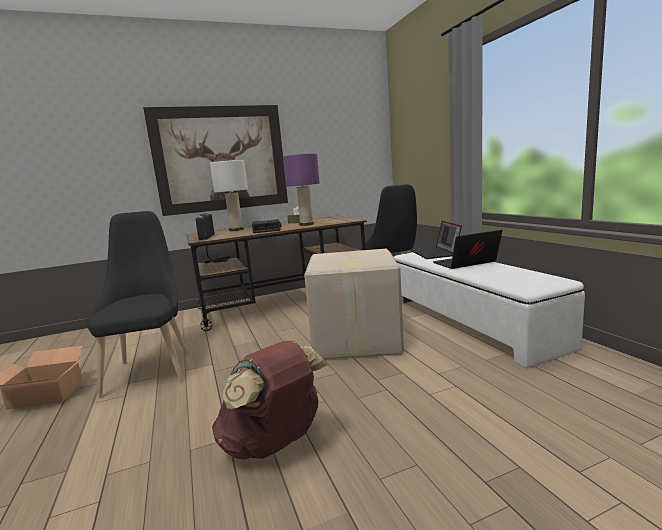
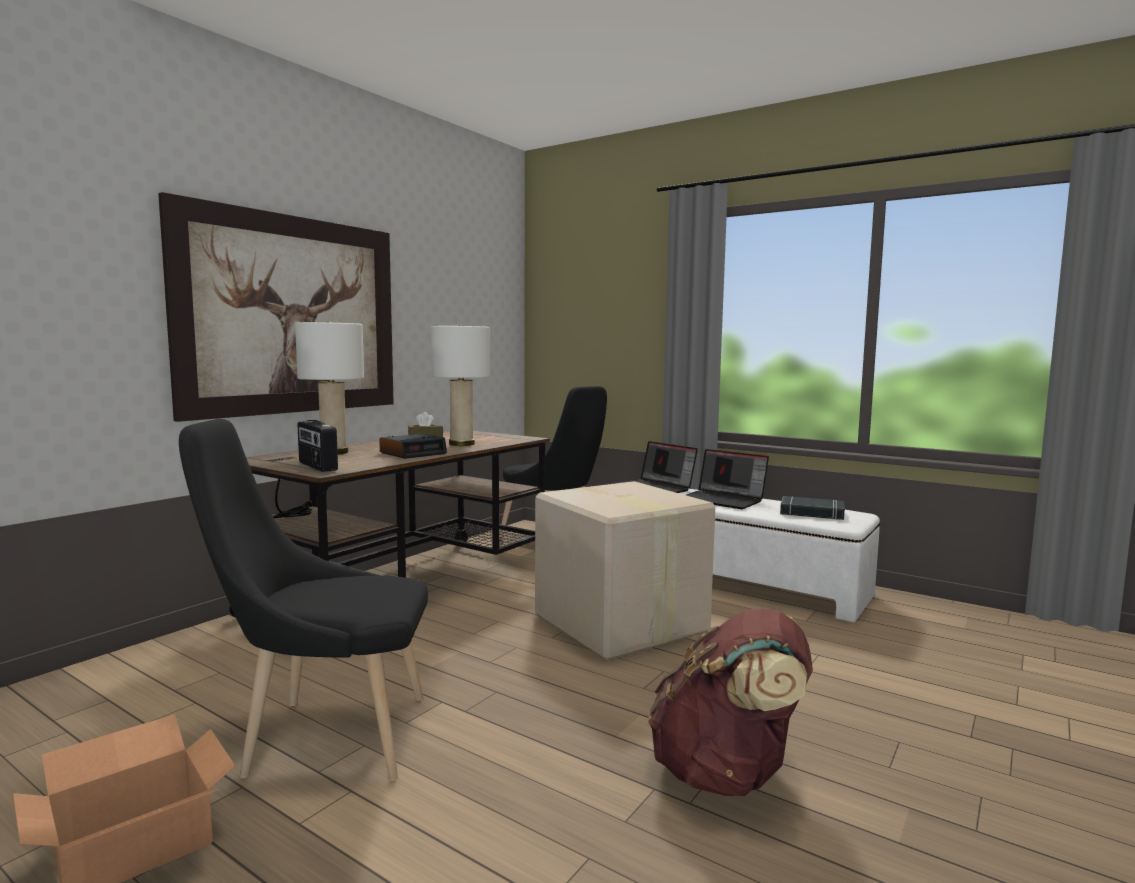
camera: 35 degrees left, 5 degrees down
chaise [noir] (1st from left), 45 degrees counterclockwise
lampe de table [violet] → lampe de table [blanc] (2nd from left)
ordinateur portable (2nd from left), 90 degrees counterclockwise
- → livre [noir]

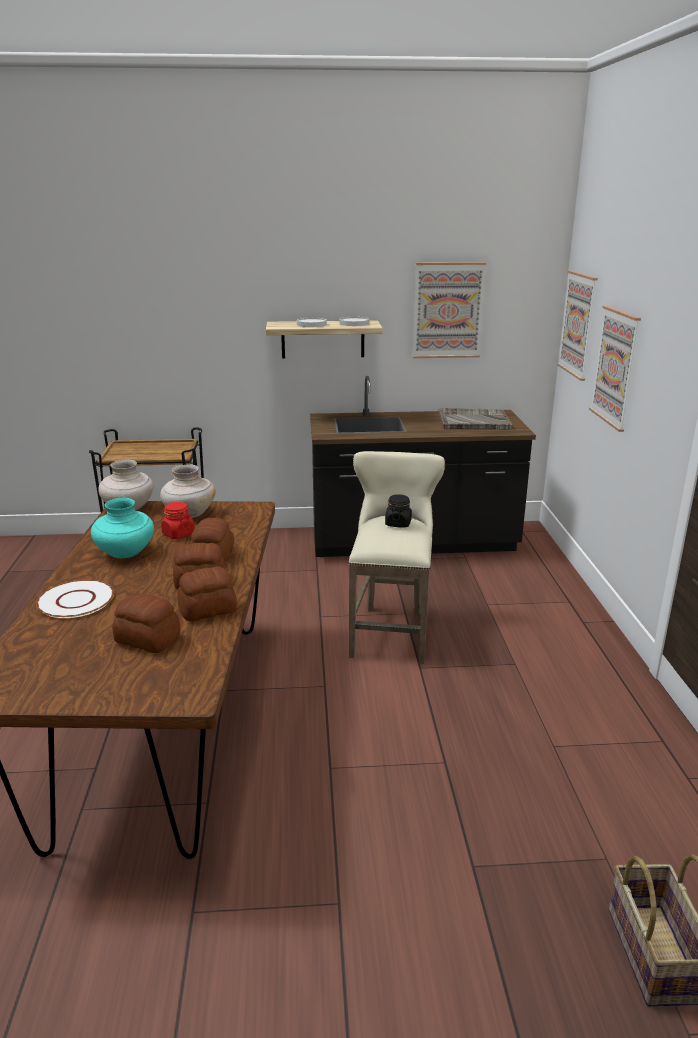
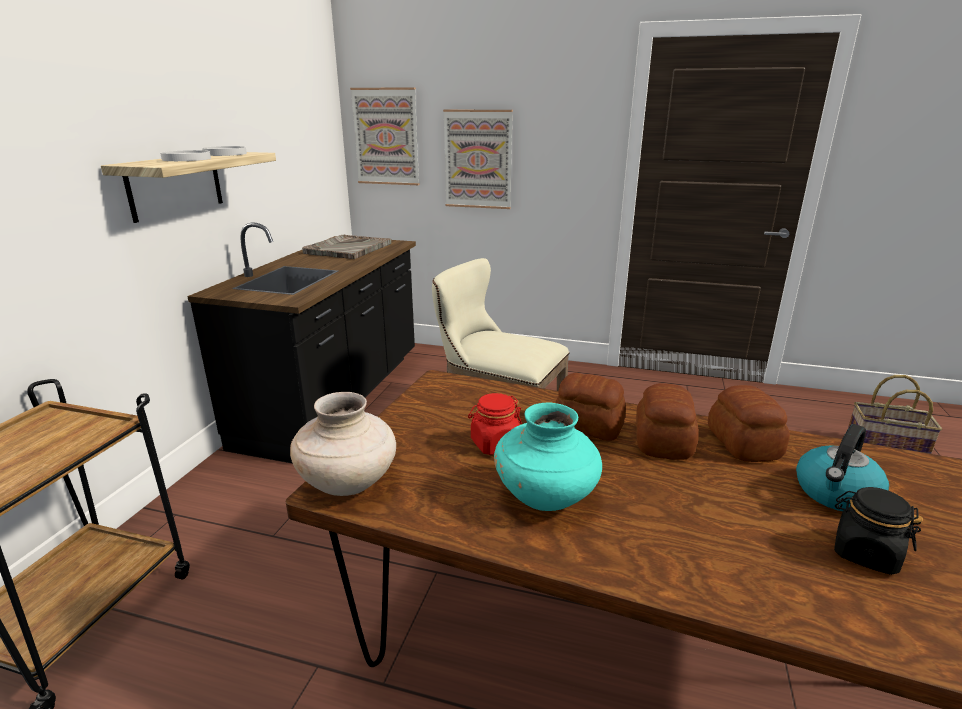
camera: 70 degrees left, 0 degrees up
pain (1st from left) → bouilloire
bocal [noir], move
assiette [blanc] (1st from left) → -
vase [beige] (2nd from left) → -
tableau (1st from left) → -

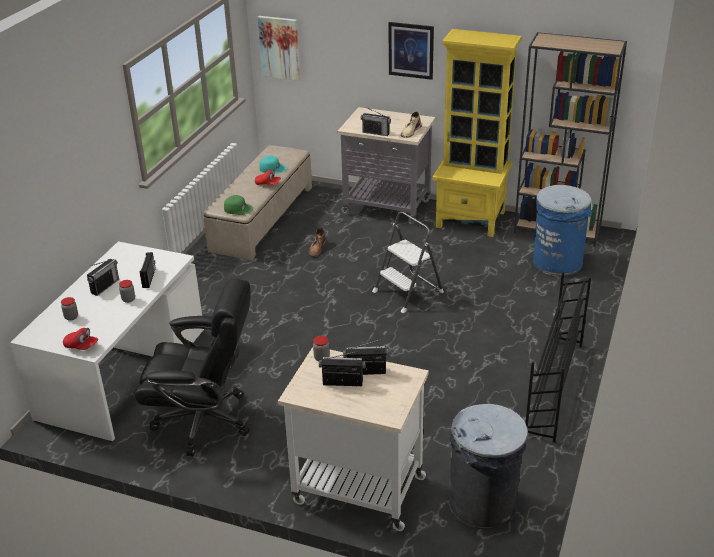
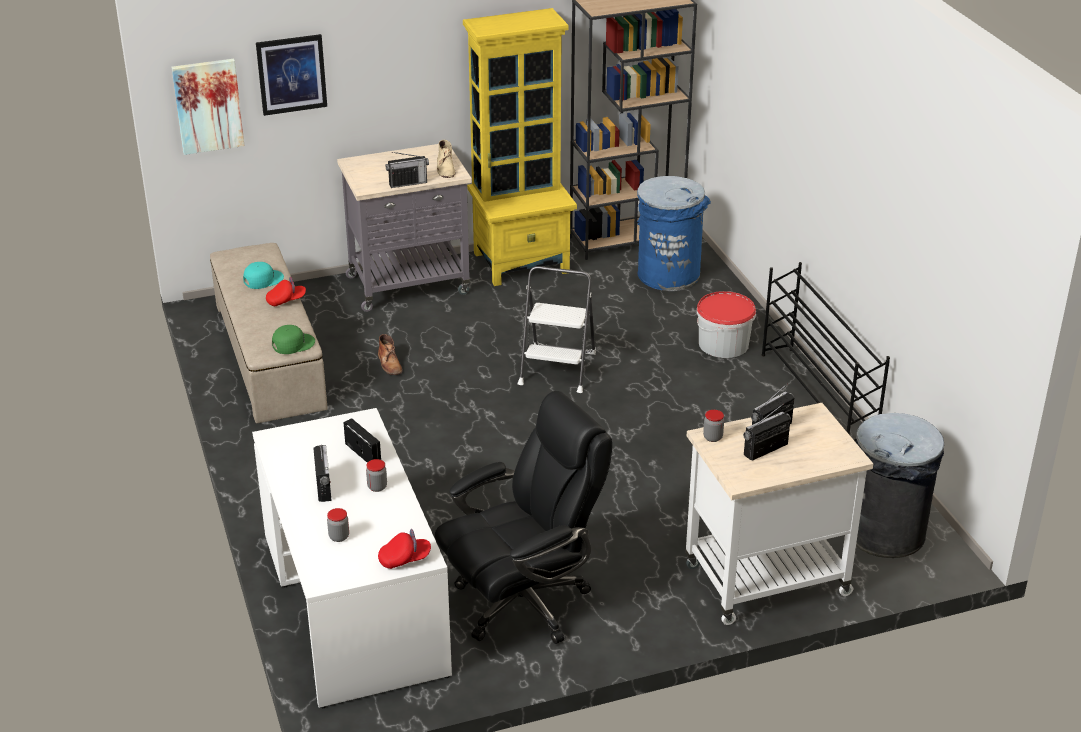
camera: 40 degrees left, 0 degrees up
tableau (2nd from left), move
- → seau

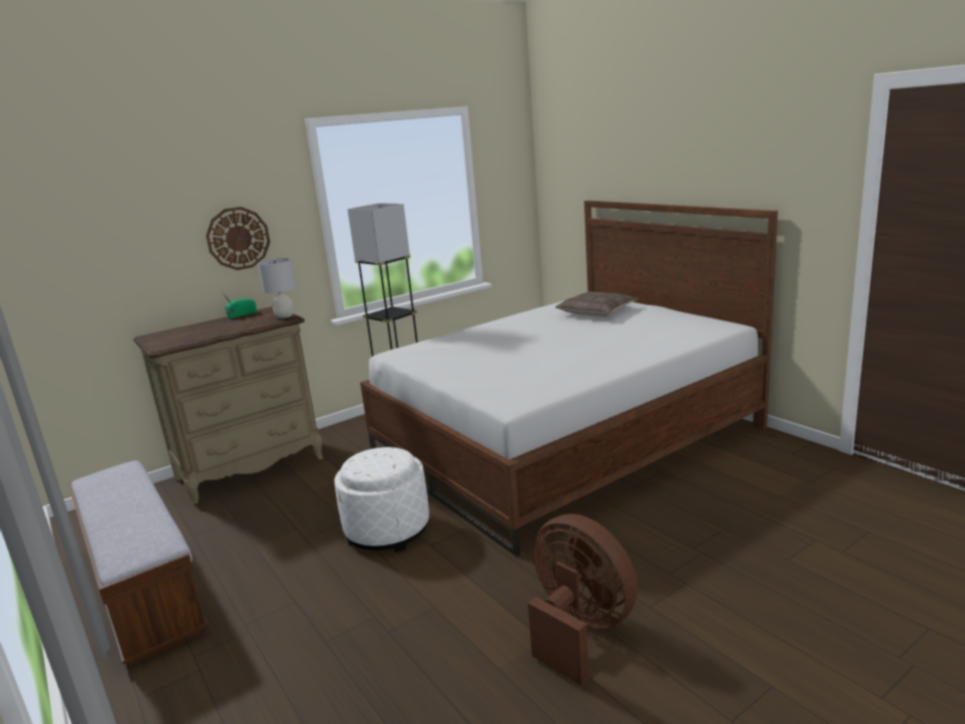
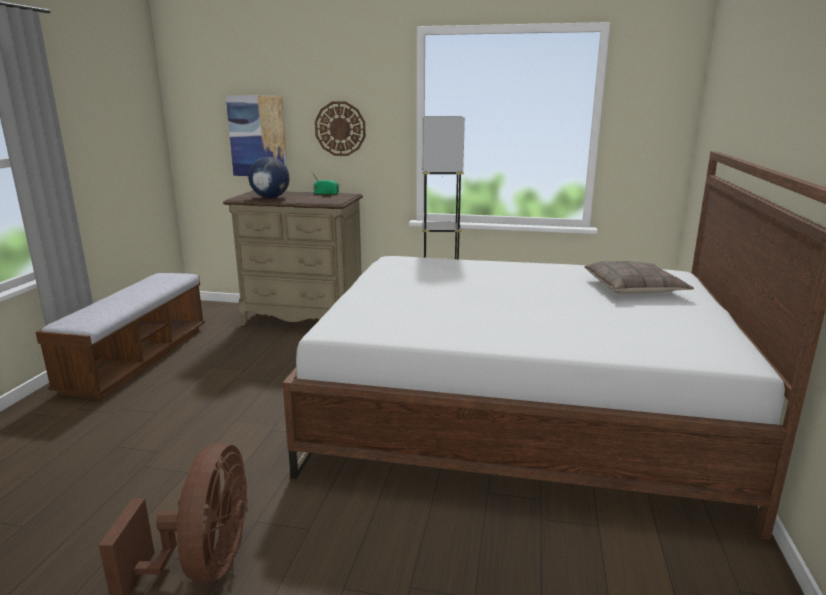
camera: 45 degrees right, 0 degrees up
- → tableau
- → globe
lampe de table [gris] → -
pouf [blanc] → -

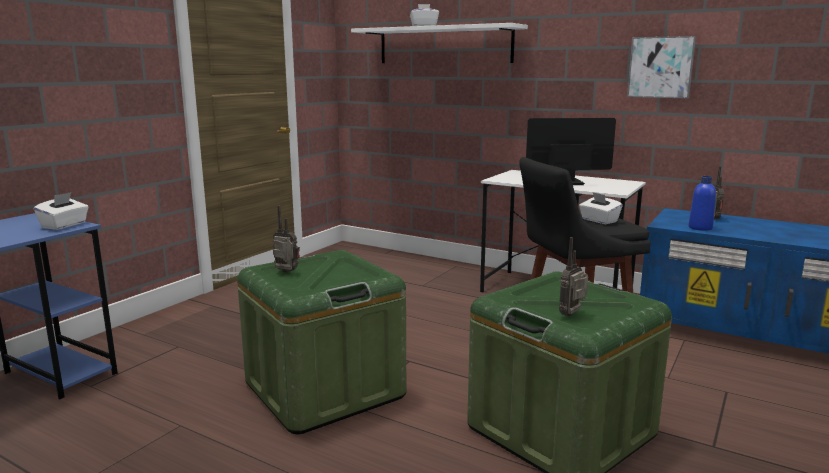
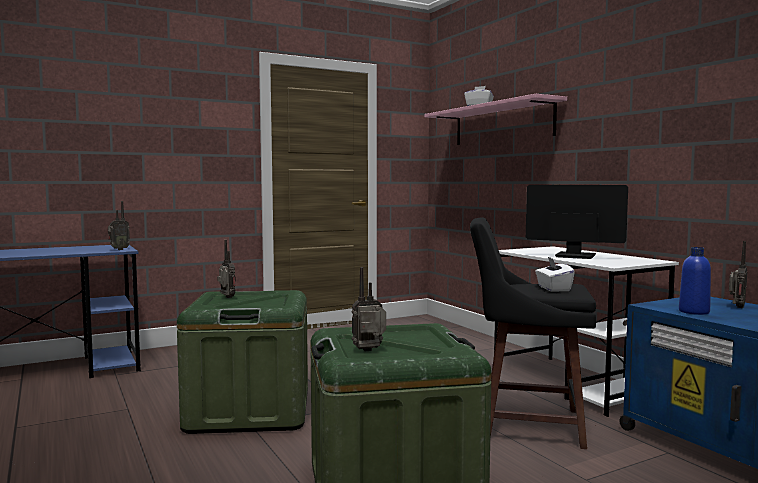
camera: 30 degrees right, 10 degrees down
boîte à mouchoirs [blanc] (1st from left) → radio (1st from left)
étagère [blanc] → étagère [rose]
tableau → -

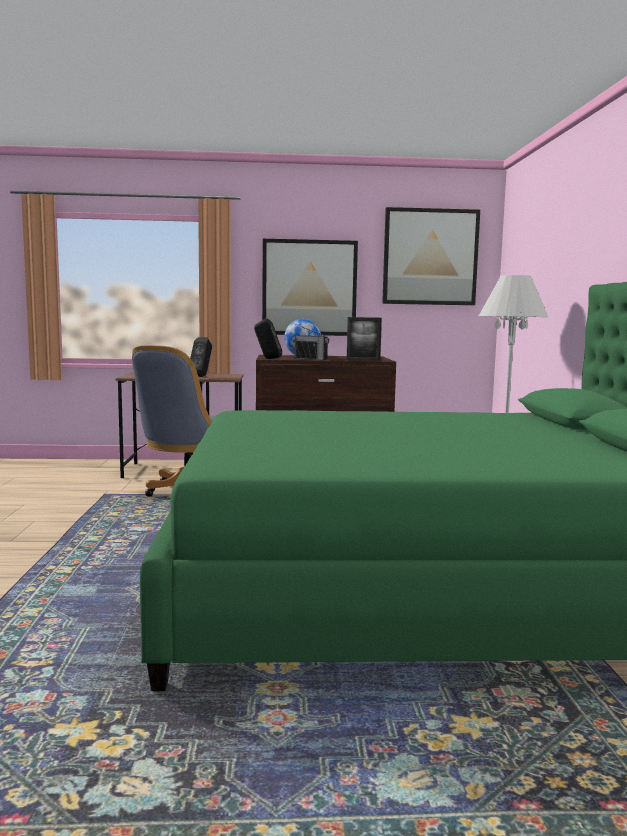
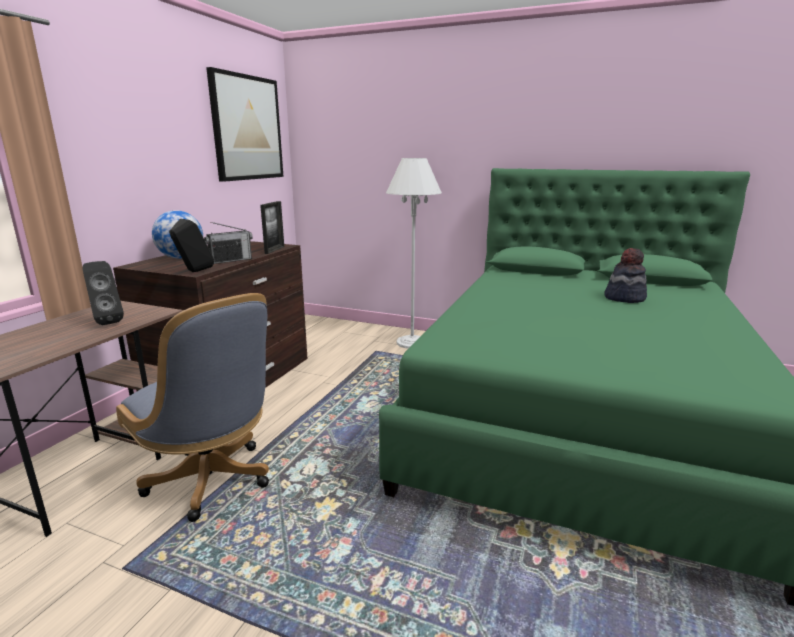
camera: 65 degrees left, 10 degrees up
- → chapeau
tableau (1st from left) → -

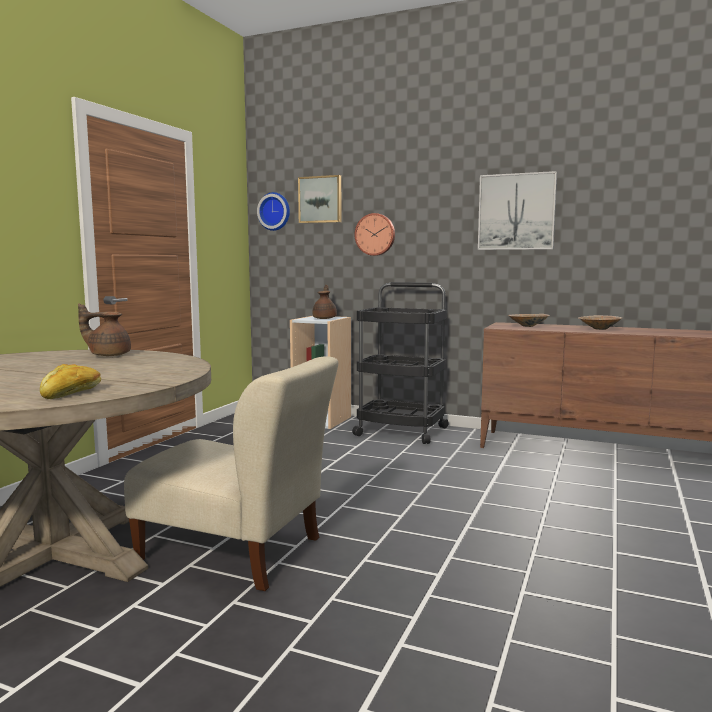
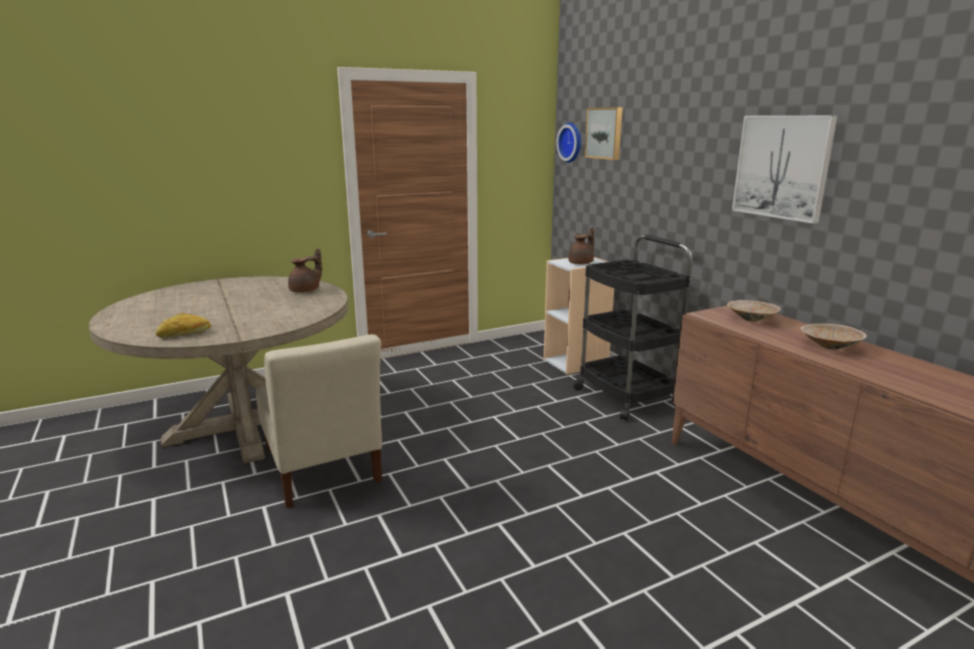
camera: 40 degrees right, 10 degrees up
théière [marron] (1st from left), 90 degrees clockwise
horloge murale (2nd from left) → -

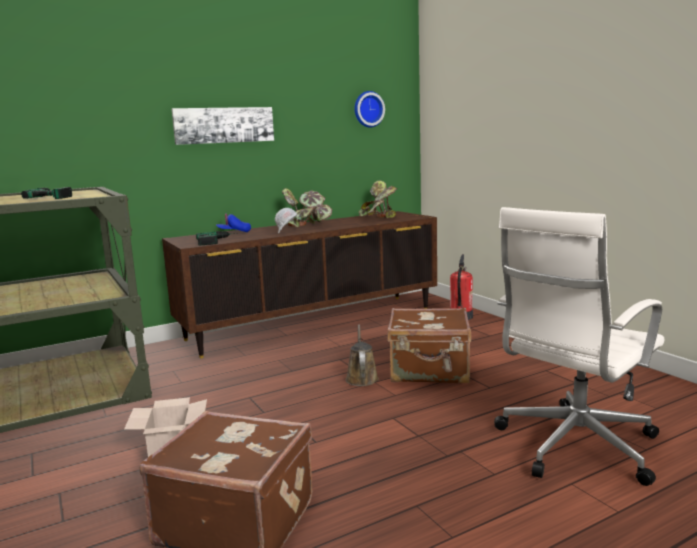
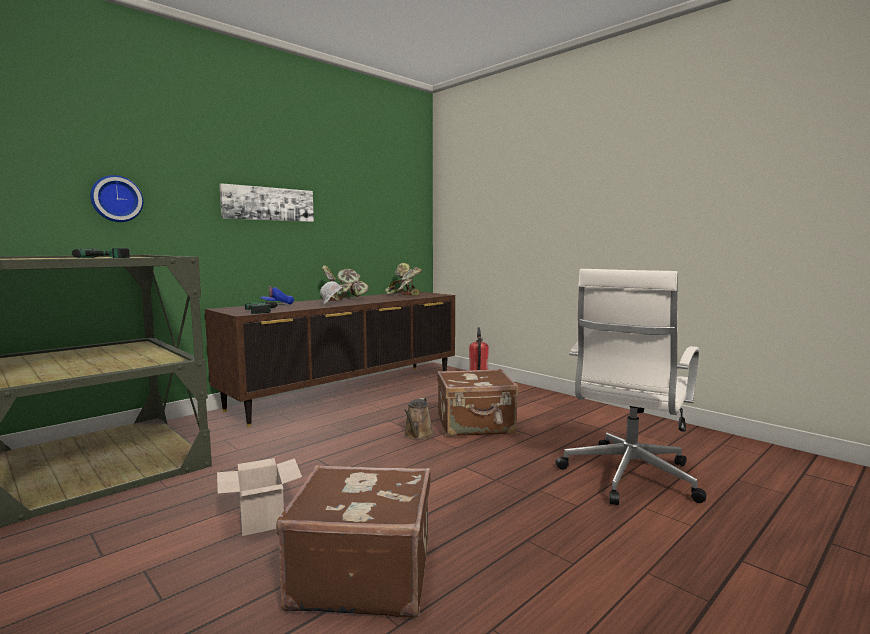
camera: 15 degrees left, 5 degrees down
horloge murale, move
arrosoir [marron], 150 degrees counterclockwise

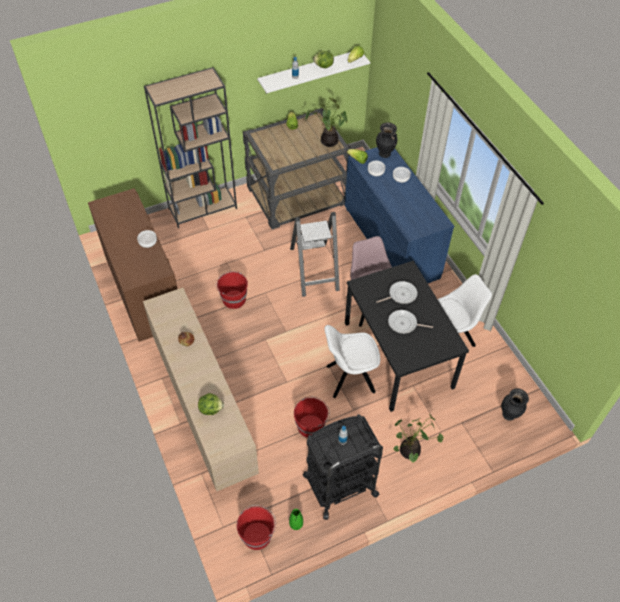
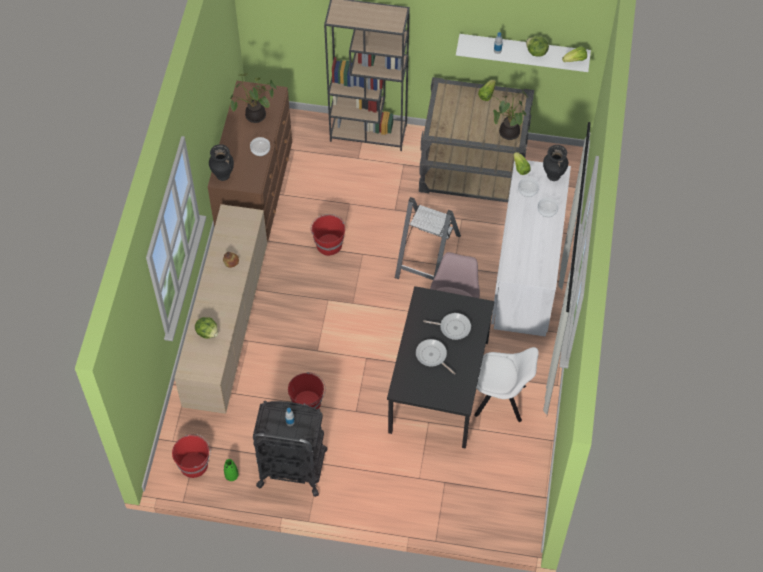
camera: 35 degrees right, 5 degrees up
vase [noir] (2nd from left in the first image) → vase [noir] (1st from left), move
plante en pot (2nd from left in the first image) → plante en pot (1st from left), move
commode [bleu] → commode [blanc]
chaise [blanc] (1st from left) → -

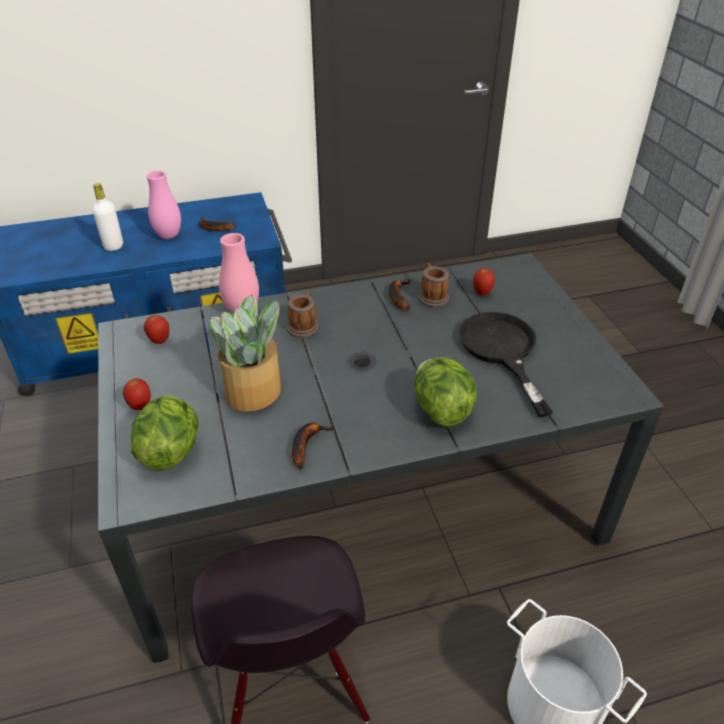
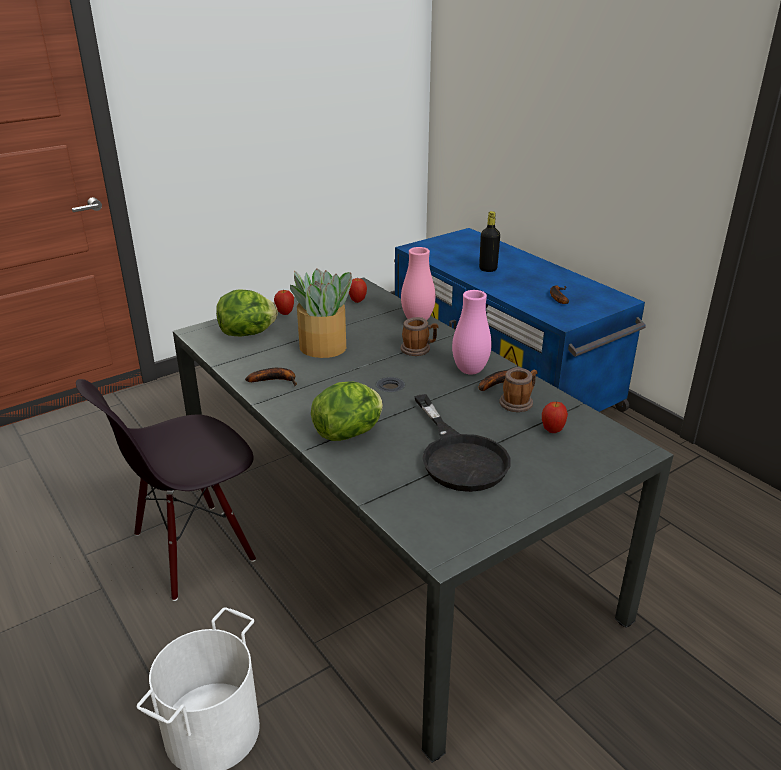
camera: 70 degrees right, 10 degrees down
poêle [noir], 105 degrees clockwise
vase [rose] (1st from left in the first image) → vase [rose] (2nd from left), move
bouteille [blanc] → bouteille [noir]

